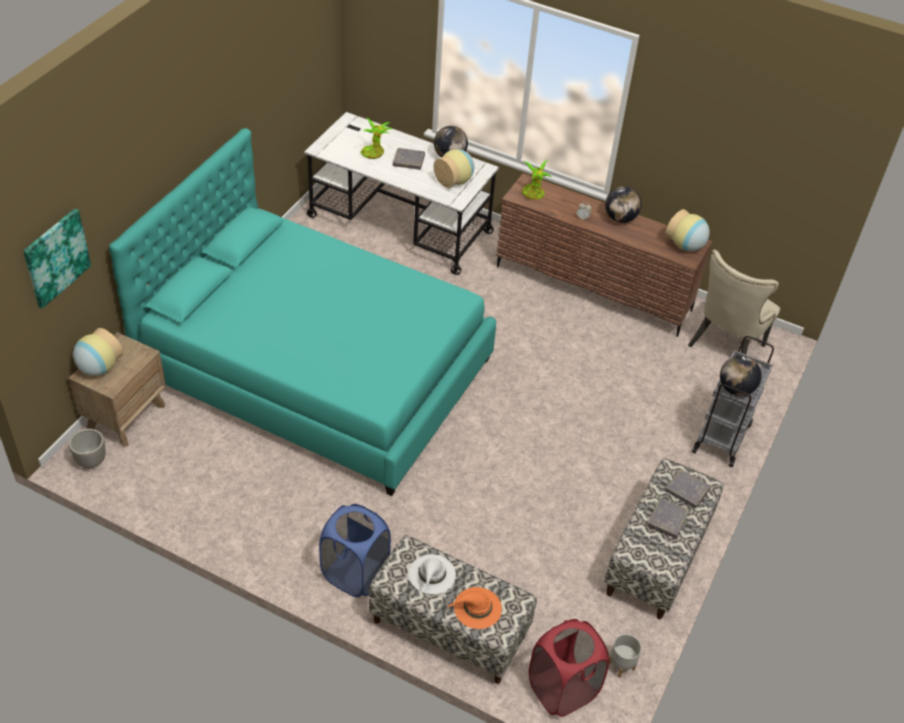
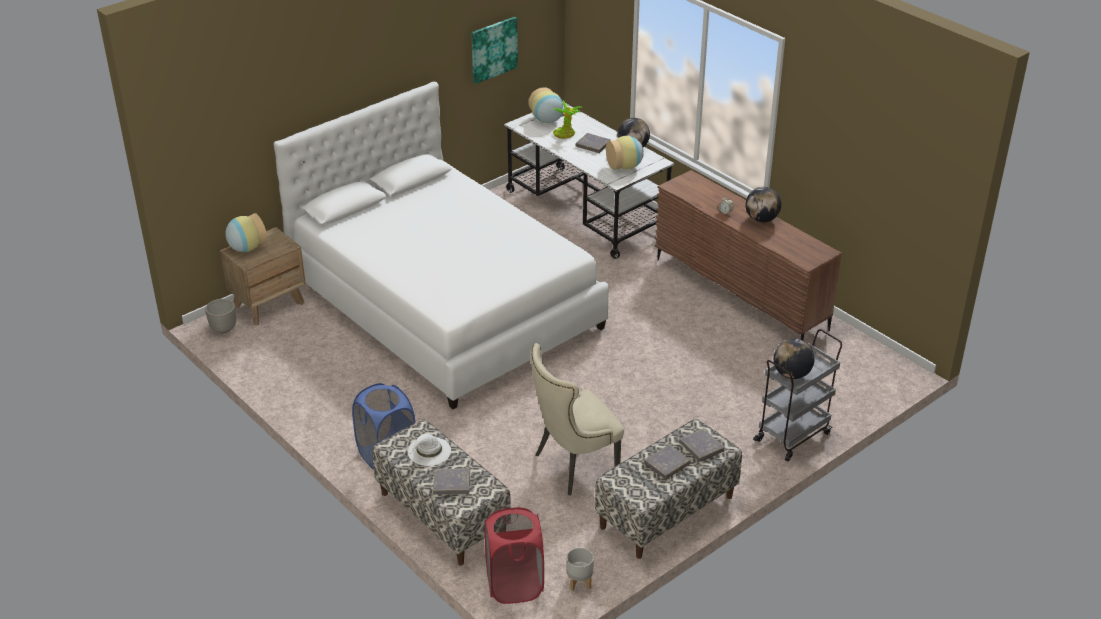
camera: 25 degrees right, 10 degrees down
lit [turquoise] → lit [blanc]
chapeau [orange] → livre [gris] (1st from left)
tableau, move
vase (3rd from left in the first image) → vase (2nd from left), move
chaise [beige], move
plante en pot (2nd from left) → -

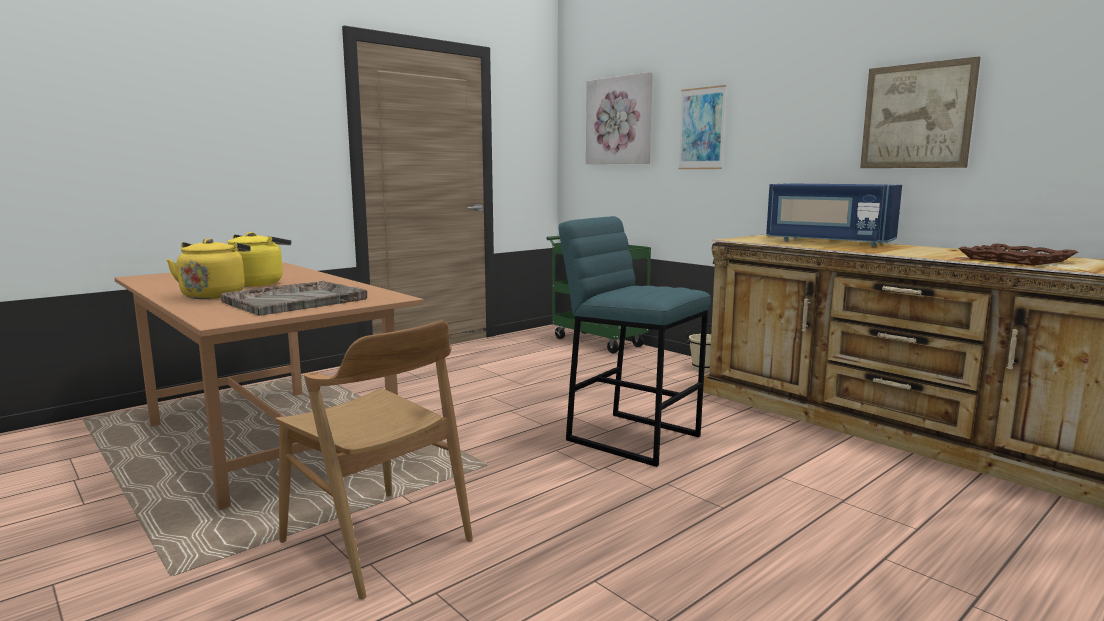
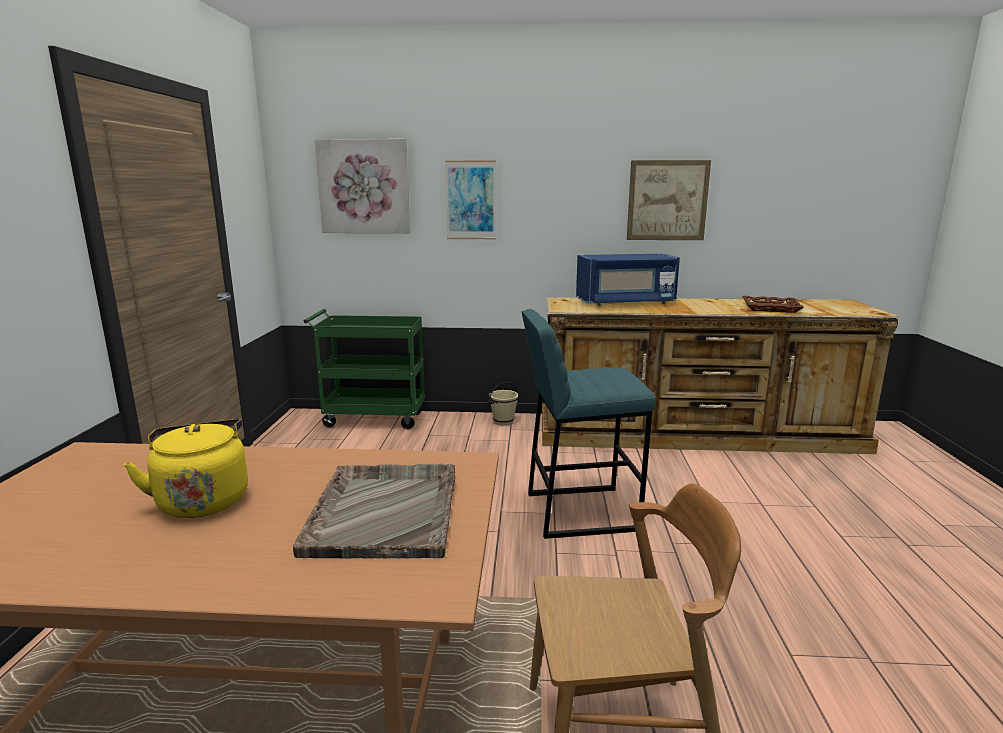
camera: 45 degrees left, 5 degrees up
bouilloire [jaune] (1st from left) → -

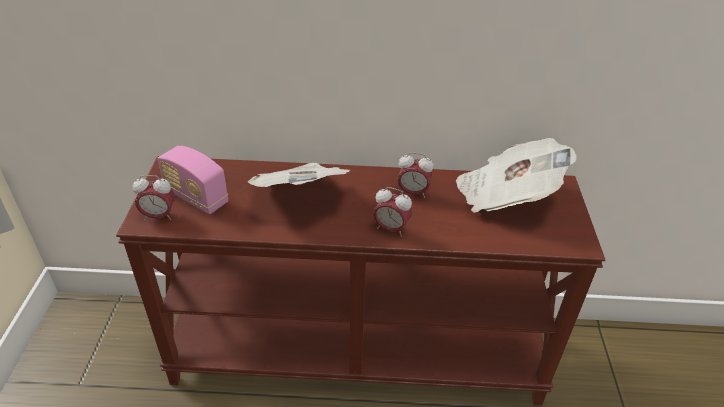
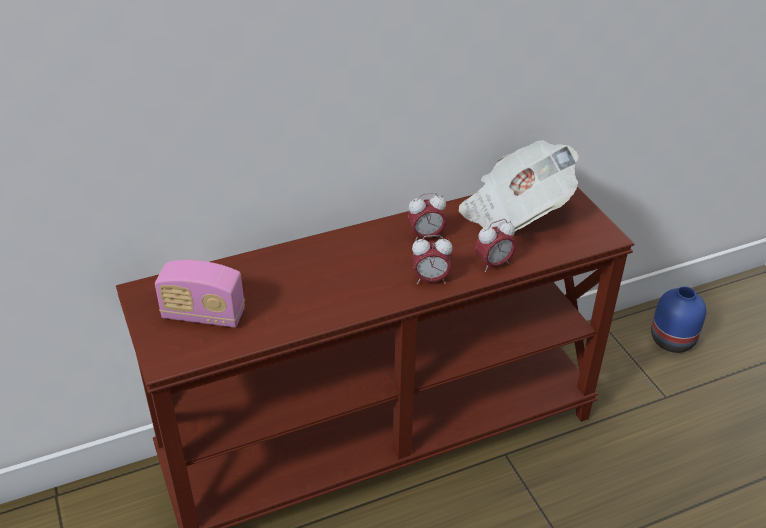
camera: 25 degrees left, 0 degrees up
réveil (1st from left in the first image) → réveil (3rd from left), move
- → vase [bleu]
journal (1st from left) → -

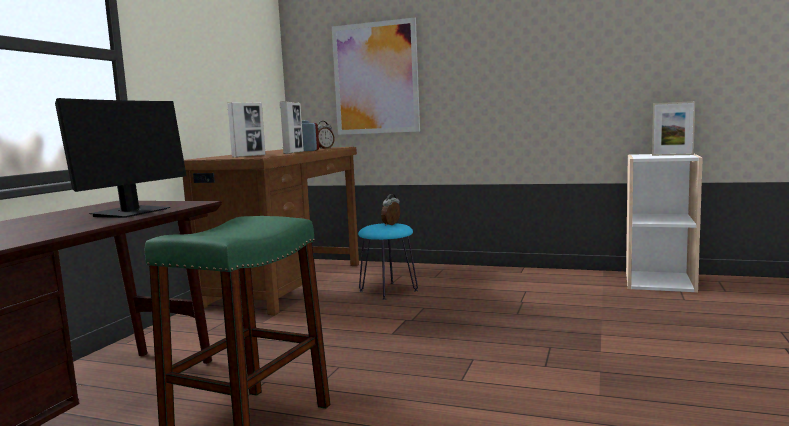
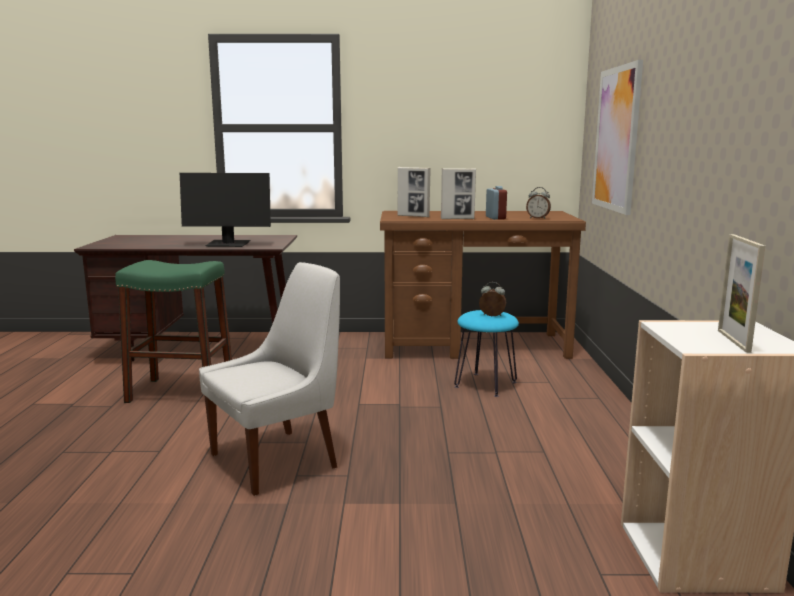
camera: 70 degrees right, 5 degrees up
- → chaise [blanc]

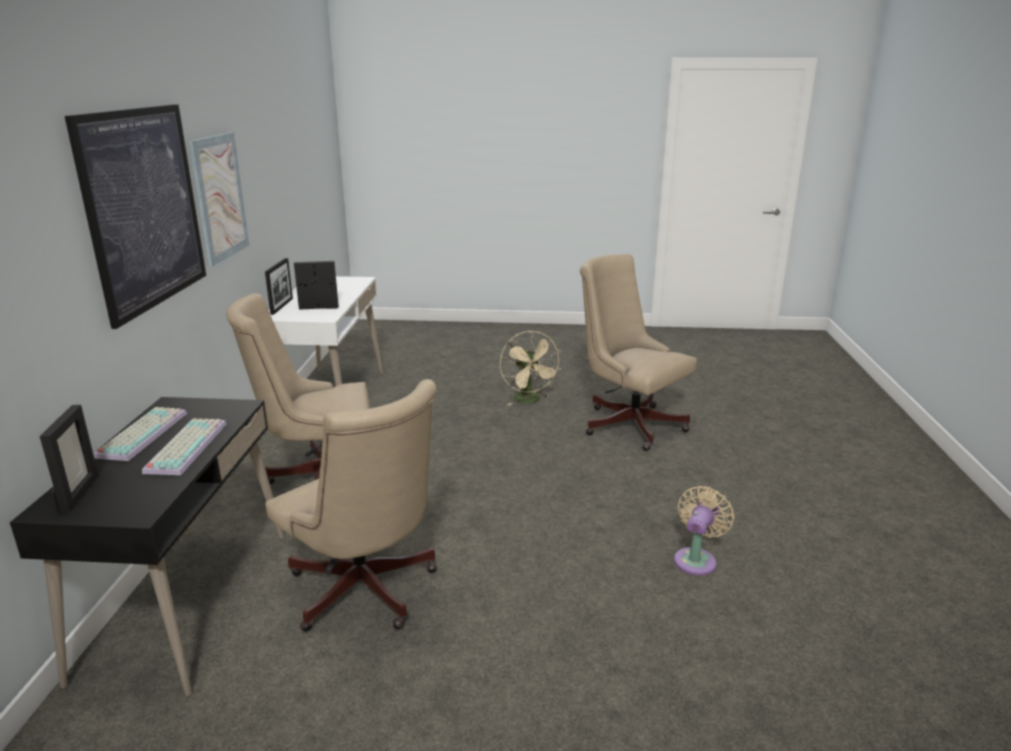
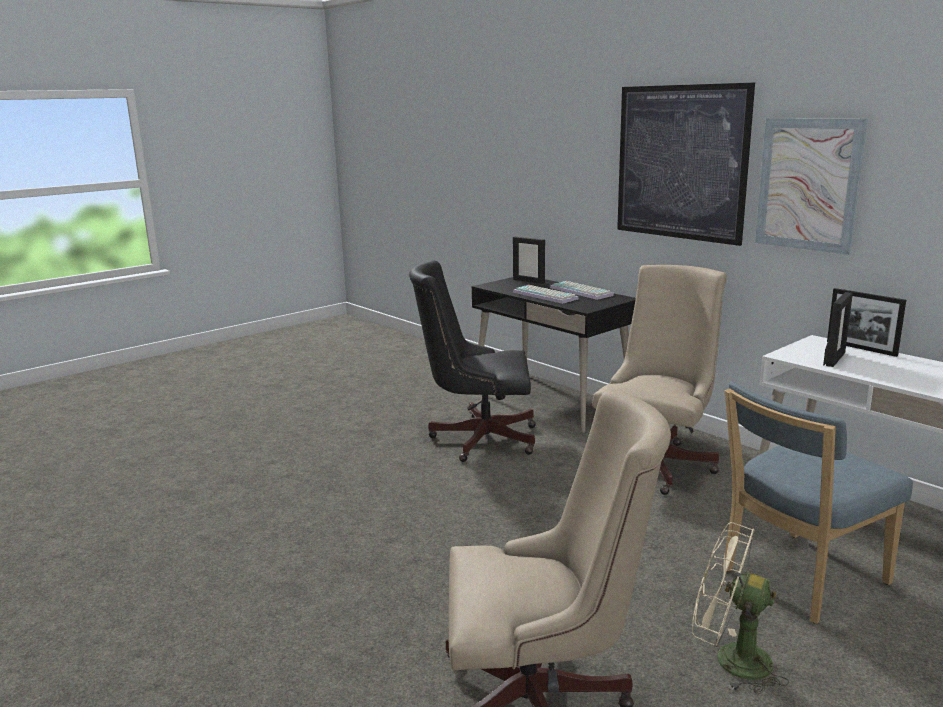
camera: 135 degrees right, 5 degrees down
chaise de bureau [beige] (2nd from left) → chaise de bureau [noir]
- → chaise [bleu]
ventilateur [beige] (2nd from left) → -

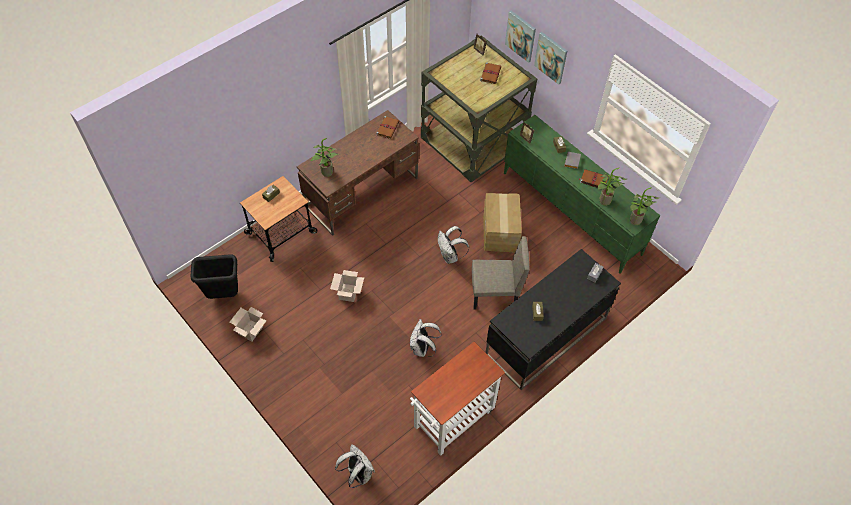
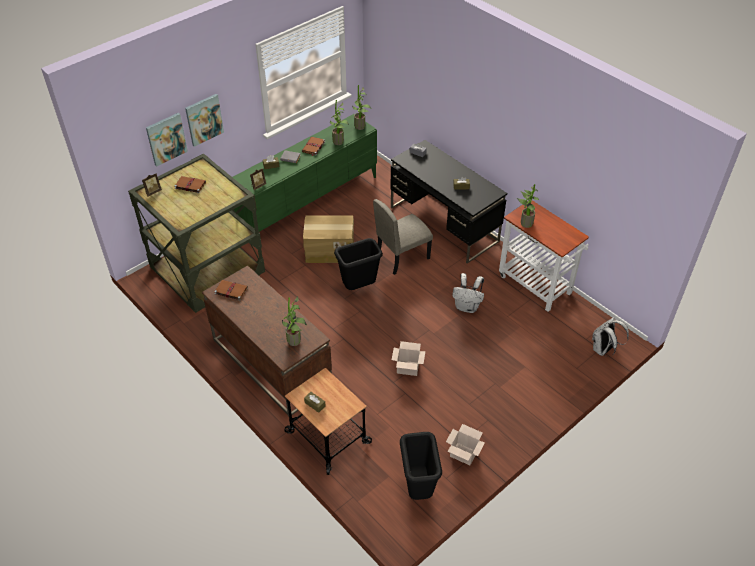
camera: 90 degrees left, 10 degrees down
sac à dos [blanc] (3rd from left) → poubelle [noir] (1st from left)
chaise [beige], 120 degrees counterclockwise
- → plante en pot (4th from left)

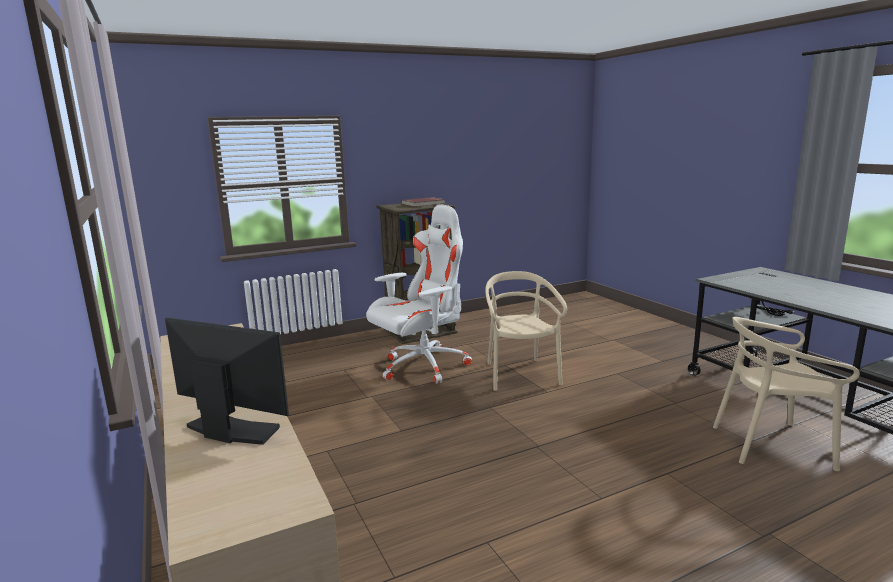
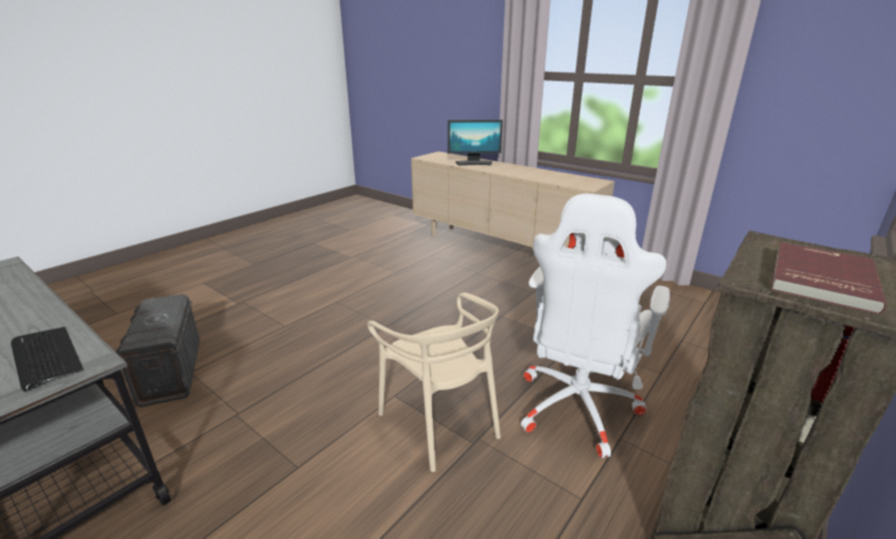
camera: 155 degrees right, 10 degrees up
- → clavier
chaise [beige] (2nd from left) → boîte de rangement [gris]

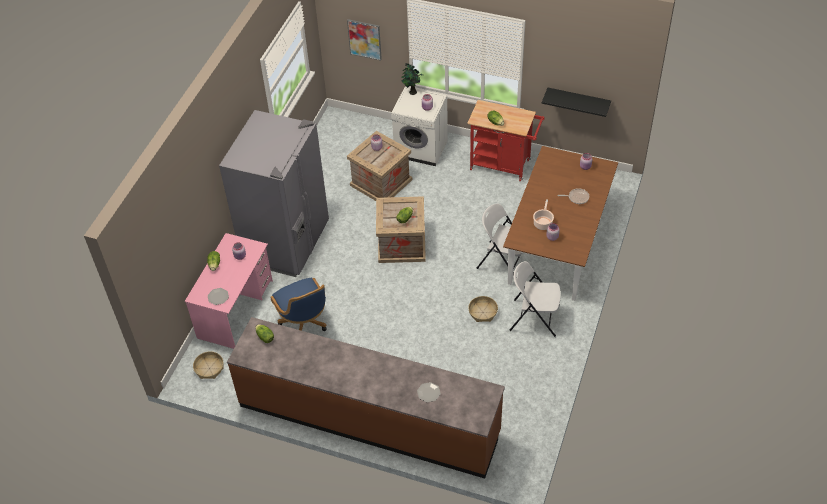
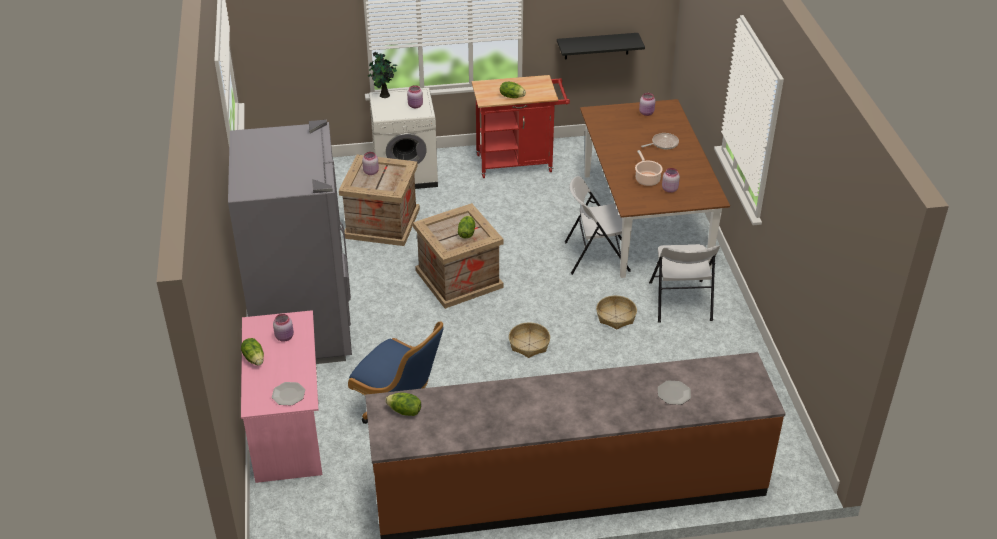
camera: 30 degrees left, 10 degrees down
panier (1st from left), move
chaise [blanc] (2nd from left), 75 degrees counterclockwise
tableau → -

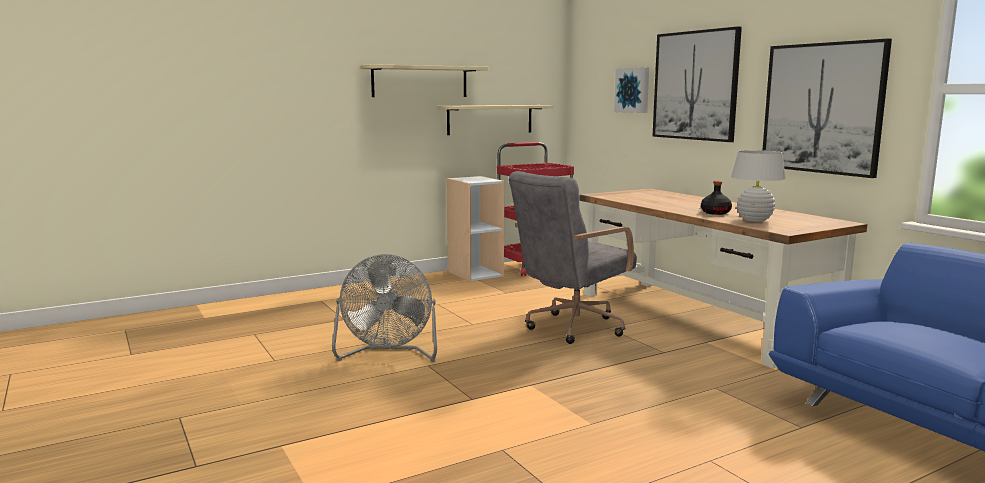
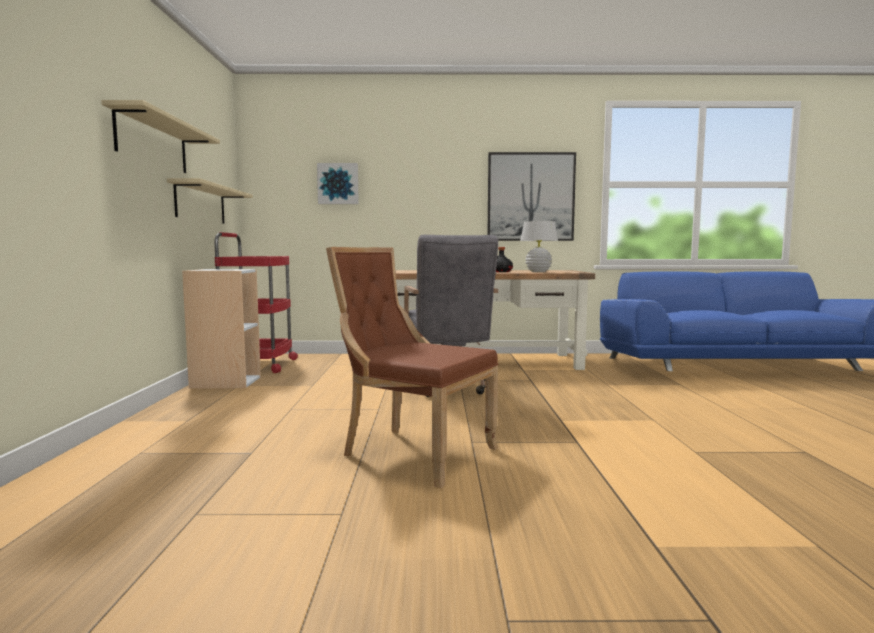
camera: 60 degrees left, 5 degrees down
ventilateur [gris] → chaise [marron]
tableau (2nd from left) → -

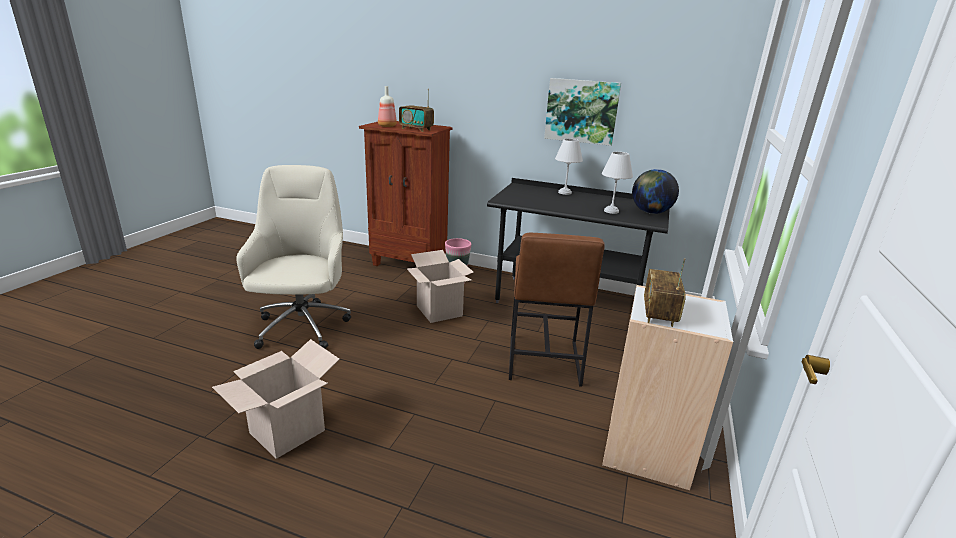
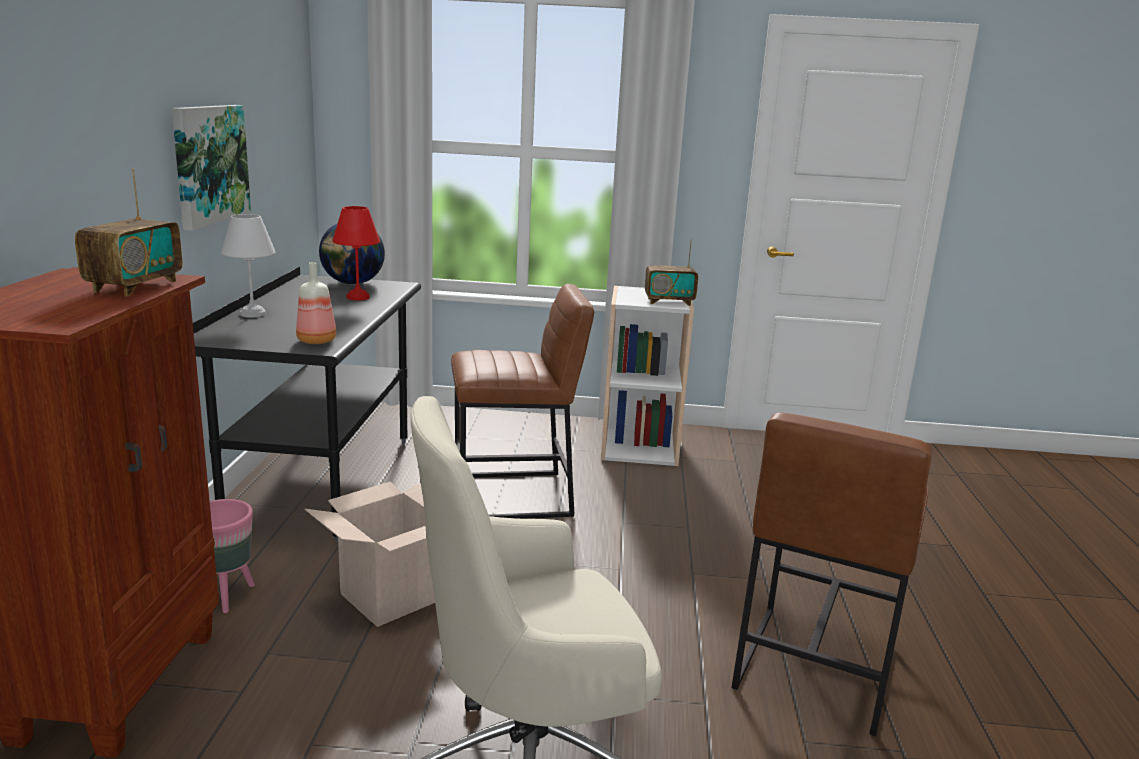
camera: 105 degrees left, 5 degrees down
bouteille, move
lampe de table [blanc] (2nd from left) → lampe de table [rouge]
carton (1st from left) → chaise [marron] (2nd from left)

